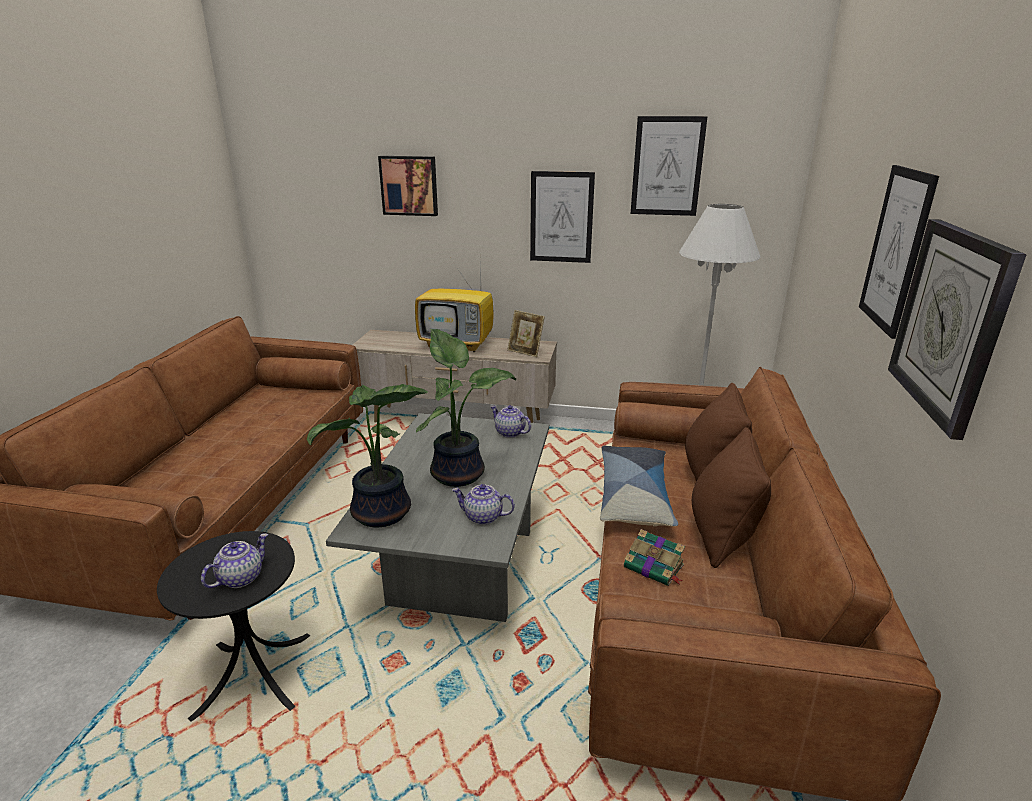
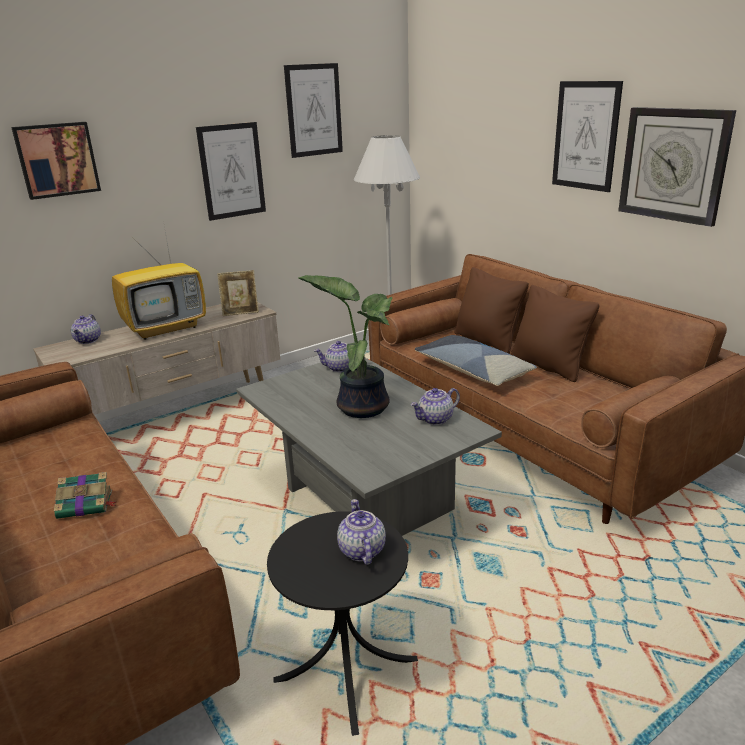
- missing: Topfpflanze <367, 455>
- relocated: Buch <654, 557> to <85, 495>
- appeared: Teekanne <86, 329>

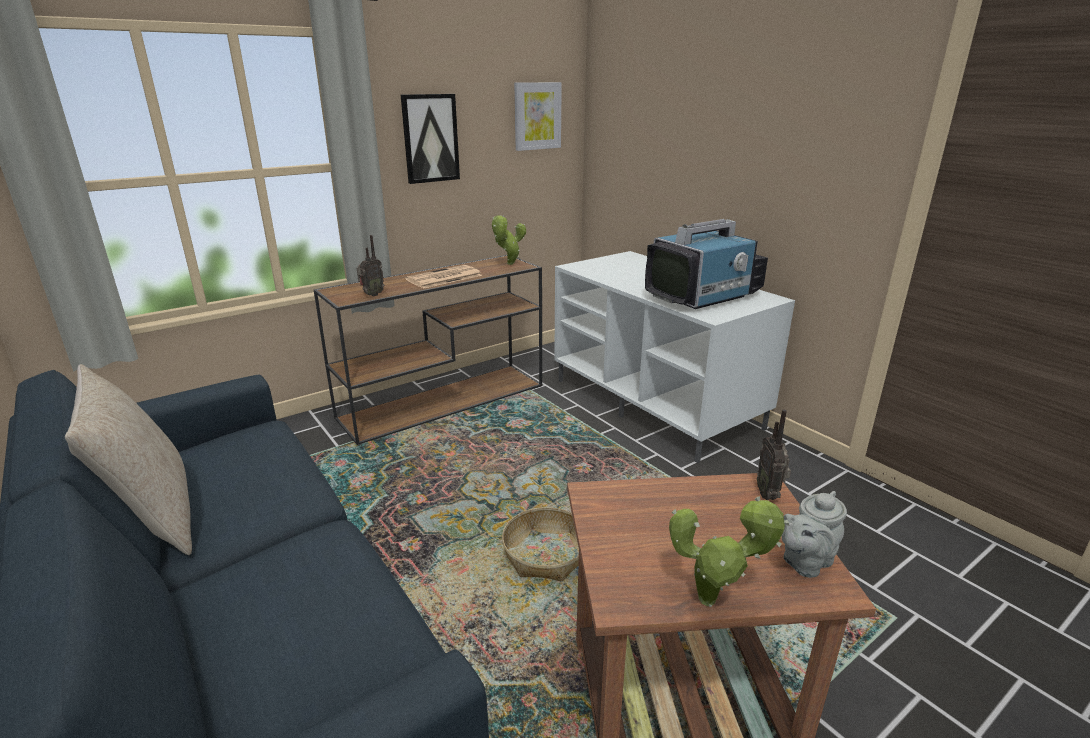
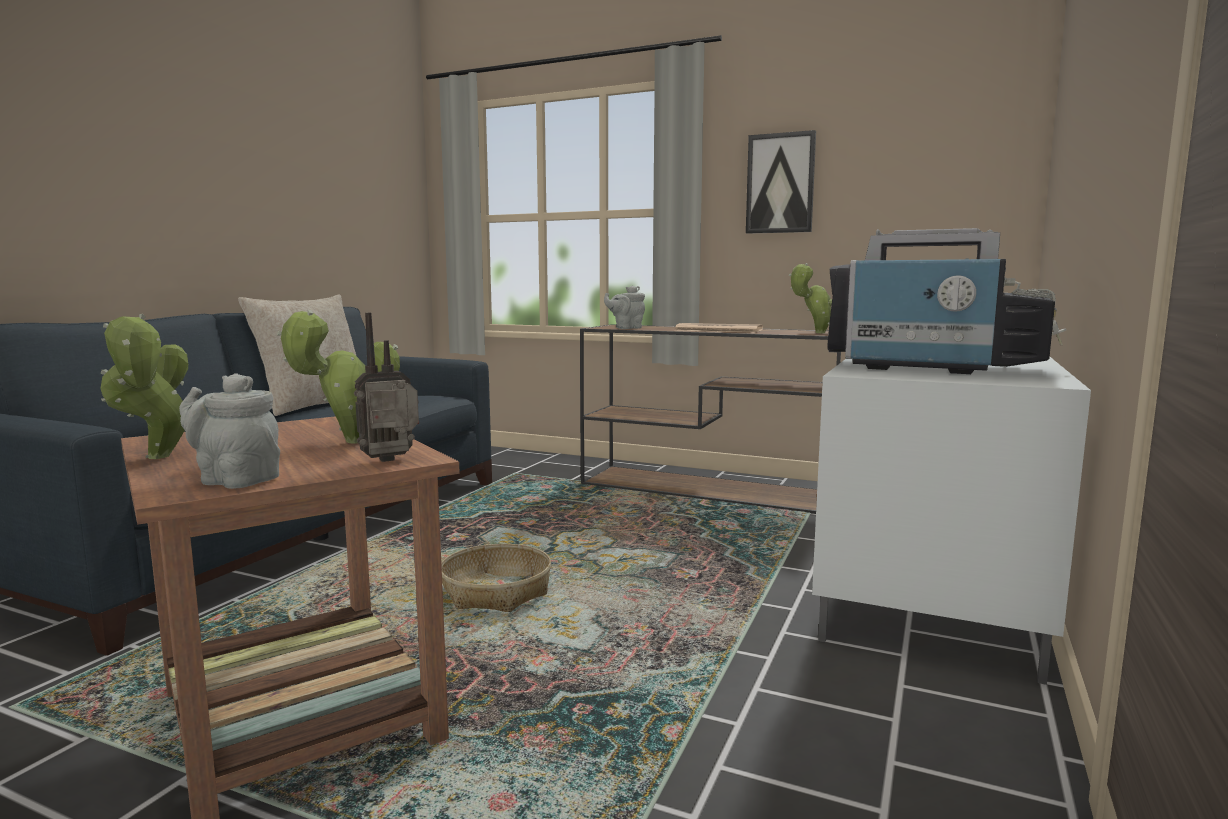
- exchanged: Radio <370, 265> to Teekanne [grau] <624, 307>
- missing: Bild <538, 116>
- appeared: Topfpflanze <338, 377>

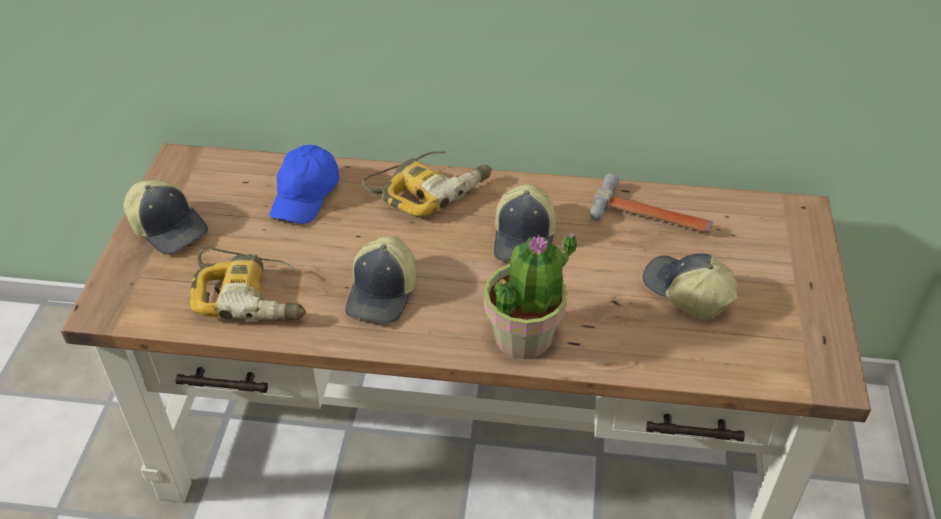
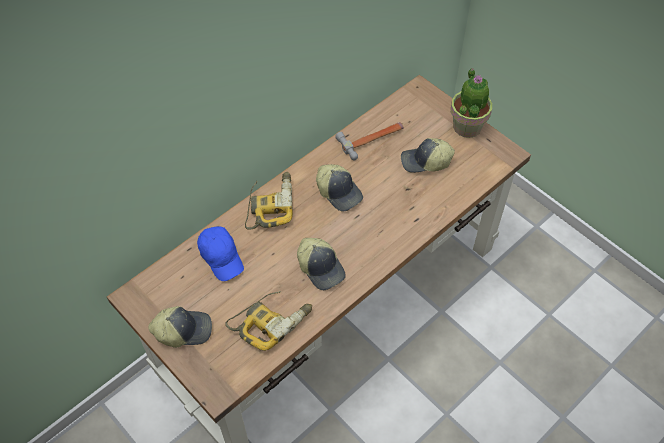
- relocated: Topfpflanze <530, 296> to <471, 103>

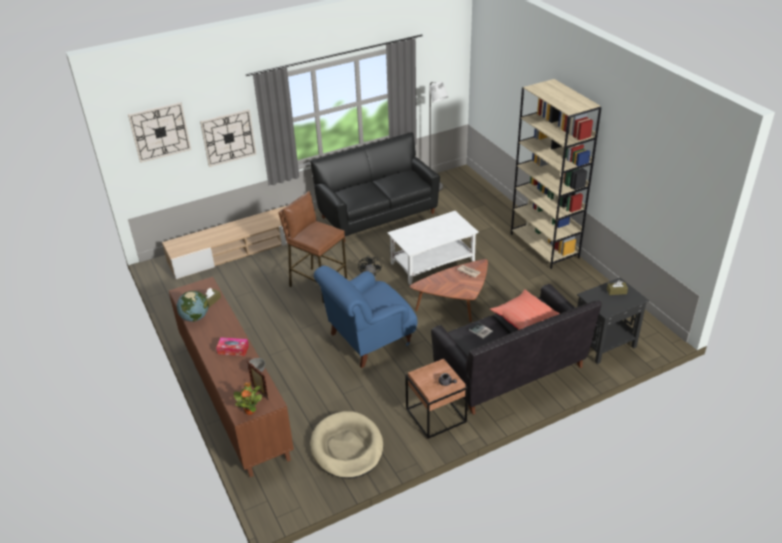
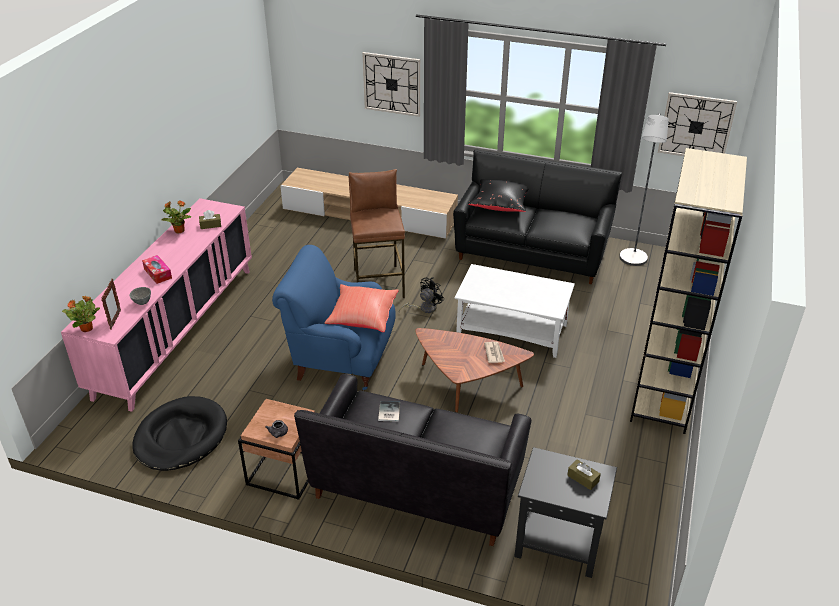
- relocated: Wanduhr <159, 132> to <697, 124>
- colour: Schrank [braun] <231, 377> to Schrank [rosa] <156, 305>
- exchanged: Globus <192, 306> to Topfpflanze <176, 216>
- colour: Hundebett [beige] <346, 445> to Hundebett [schwarz] <179, 433>
- relocated: Kissen [rot] <525, 309> to <362, 308>
- appeared: Kissen [schwarz] <498, 195>

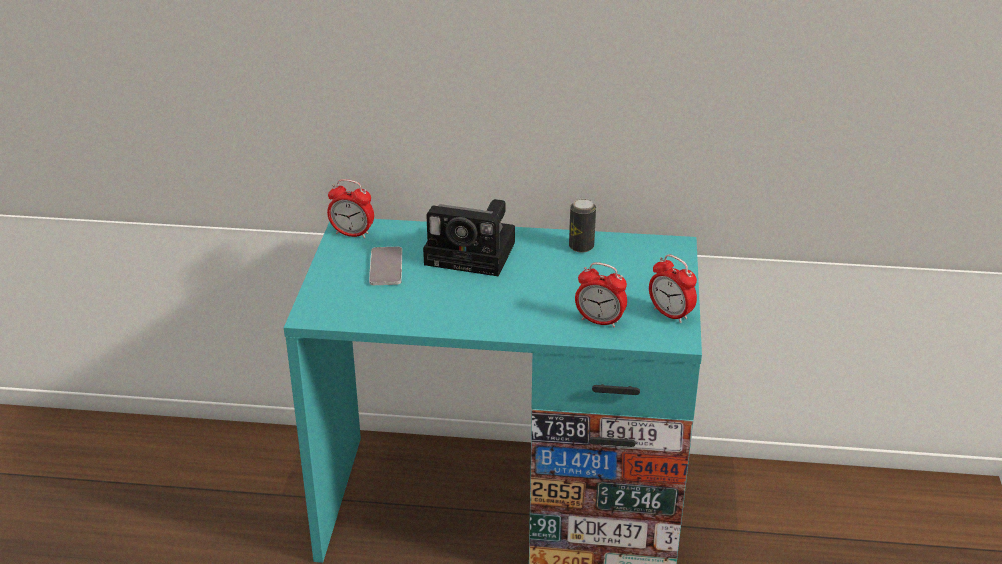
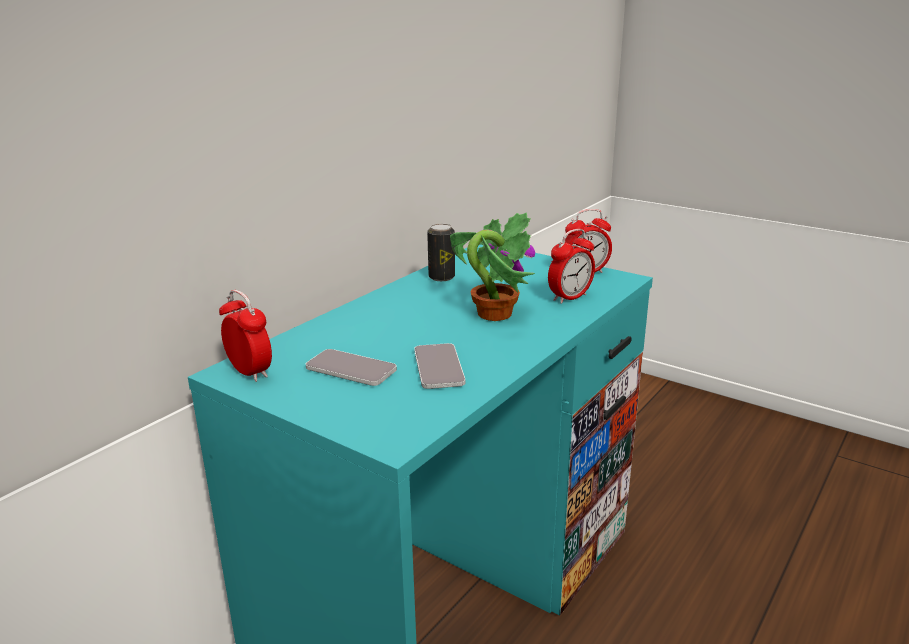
- spun: Wecker <350, 208> = <245, 336> 90 degrees counterclockwise
- missing: Kamera <469, 238>
- appeared: Handy <439, 366>
- appeared: Topfpflanze <492, 266>

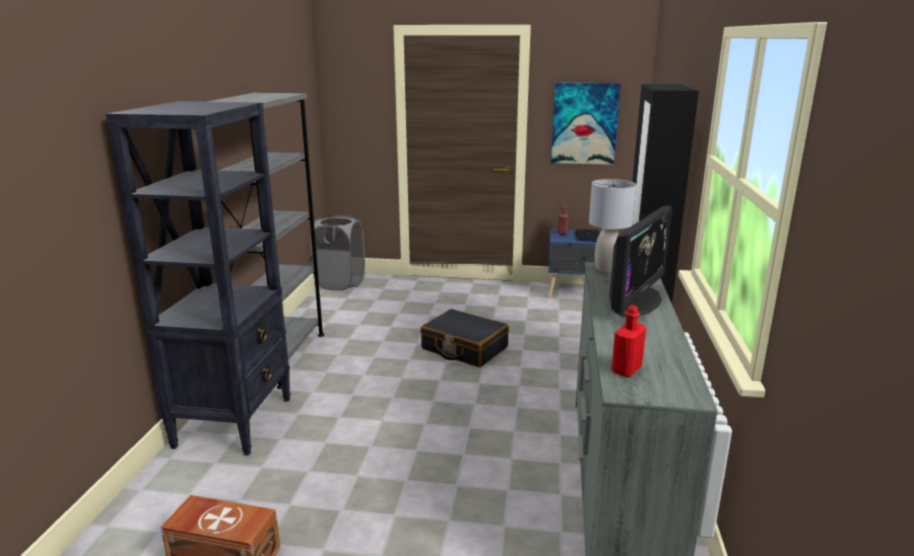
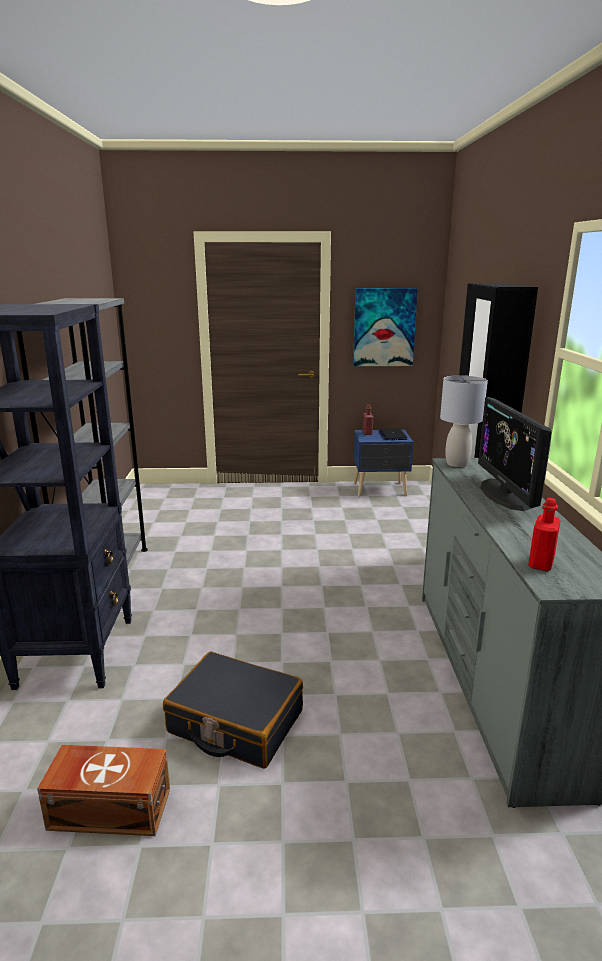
- missing: Wäschekorb [grau] <337, 252>
- relocated: Koffer [schwarz] <464, 338> to <233, 710>
- spun: Monitor <641, 261> = <515, 454> 150 degrees clockwise

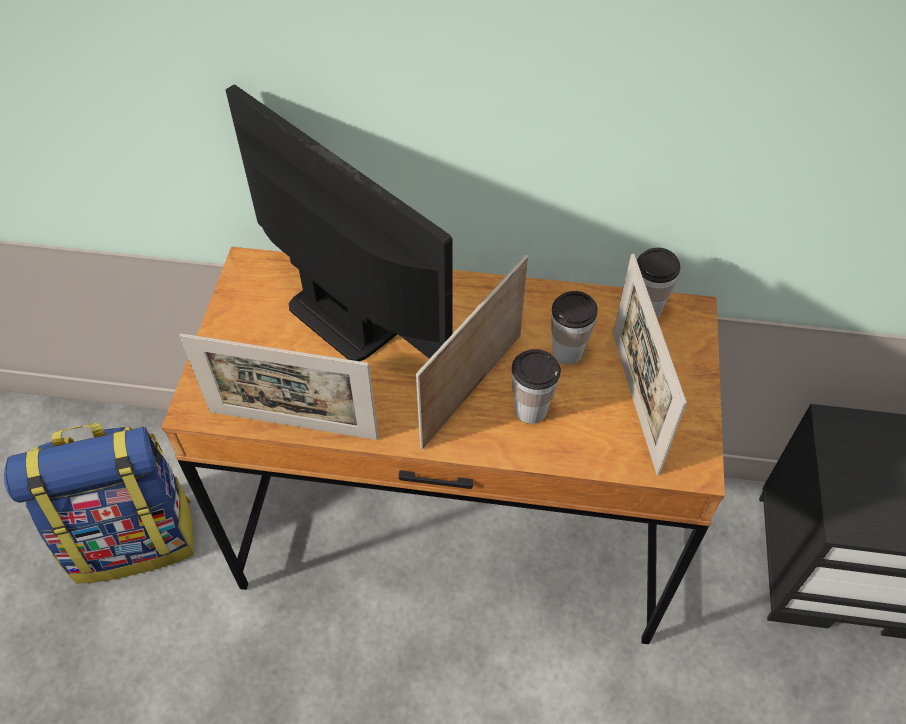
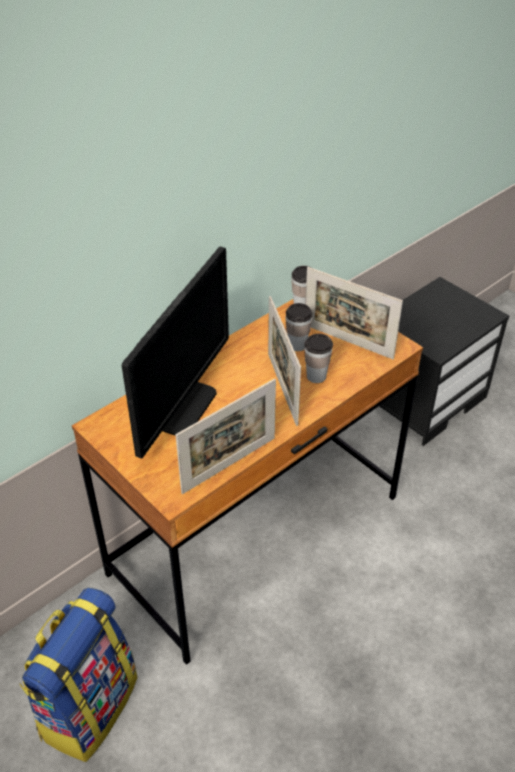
- spun: Monitor <339, 223> = <175, 353> 120 degrees clockwise

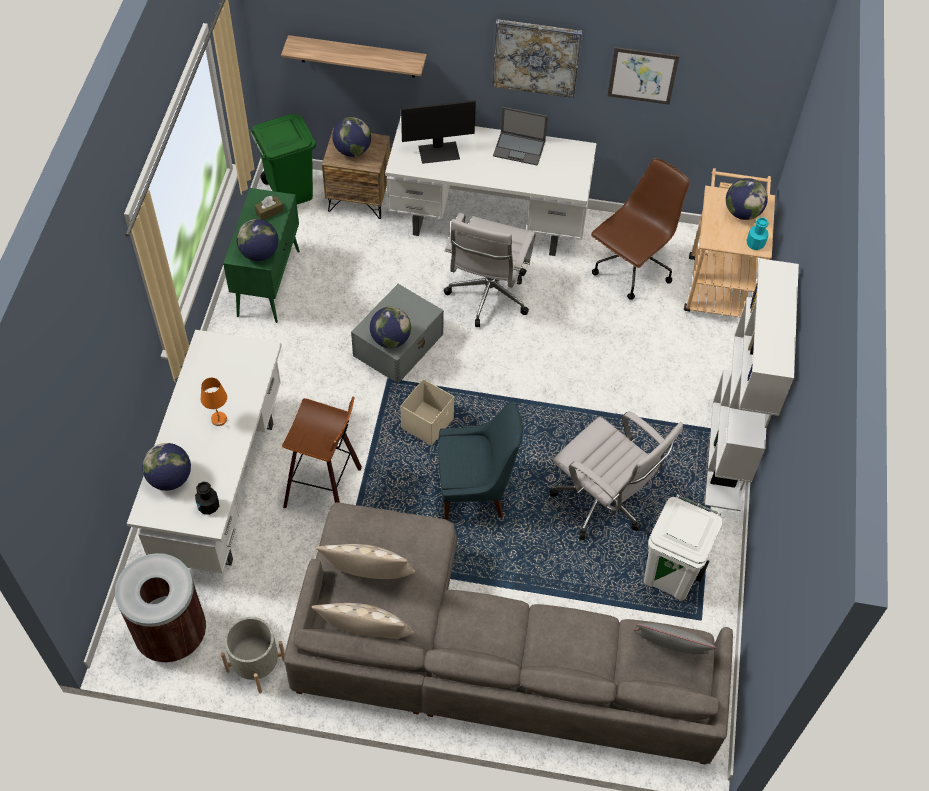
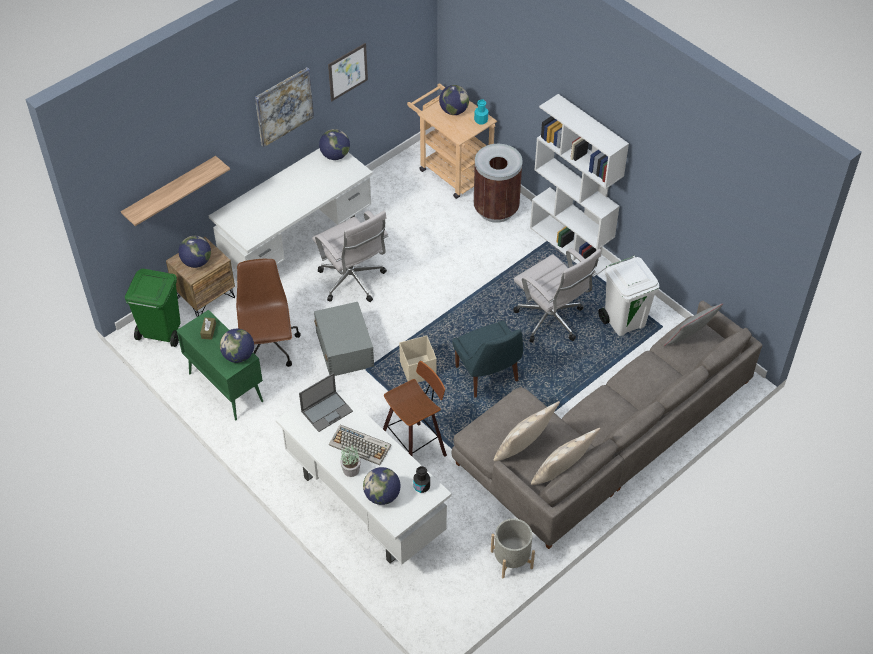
- relocated: Mülleimer [braun] <160, 608> to <498, 183>
- exchanged: Tischlampe [orange] <214, 402> to Tastatur <360, 444>
- relocated: Globus <390, 327> to <334, 144>
- missing: Monitor <438, 132>
- spun: Stuhl [blau] <480, 461> = <487, 359> 120 degrees clockwise
- relocated: Laptop <520, 136> to <326, 402>
- spun: Bürostuhl [weiß] <616, 475> = <557, 295> 60 degrees clockwise
- relocated: Bürostuhl [braun] <640, 229> to <268, 313>
- appeared: Topfpflanze <350, 461>

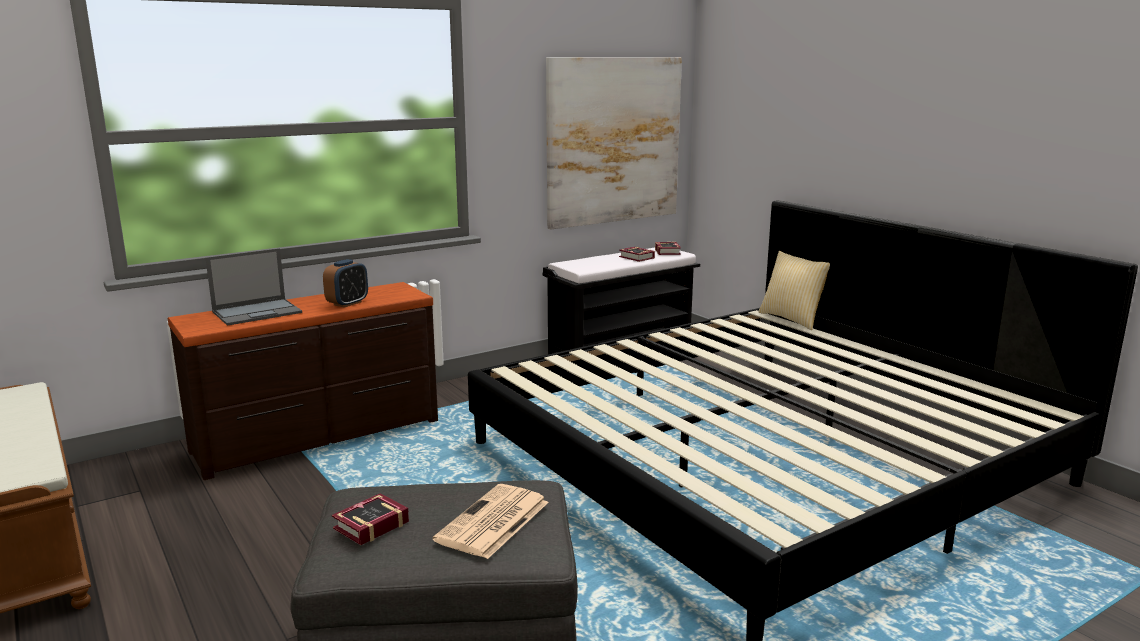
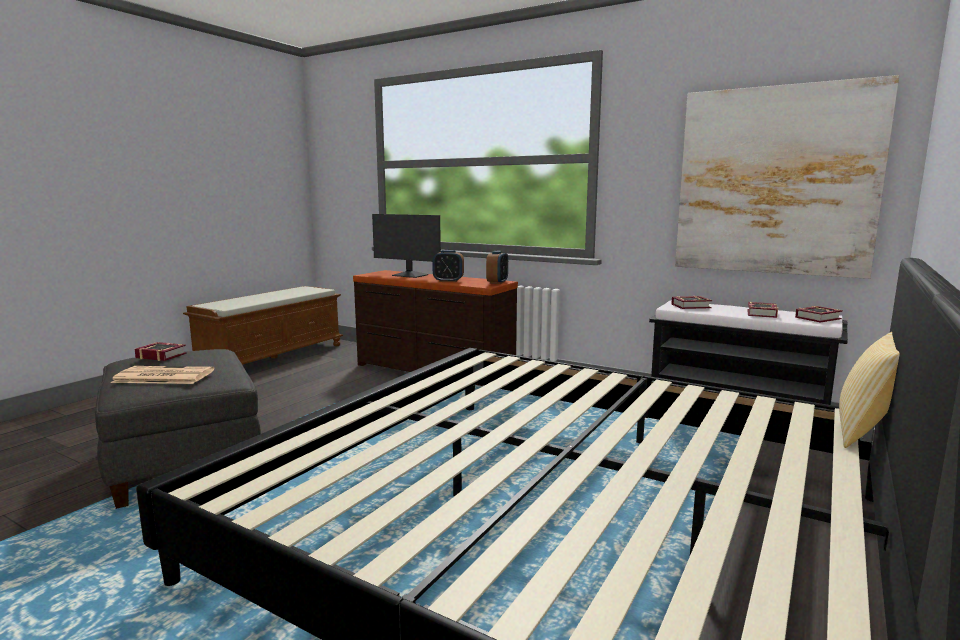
- exchanged: Laptop <253, 287> to Monitor <406, 246>
- appeared: Wecker <497, 267>
- appeared: Buch <691, 302>

